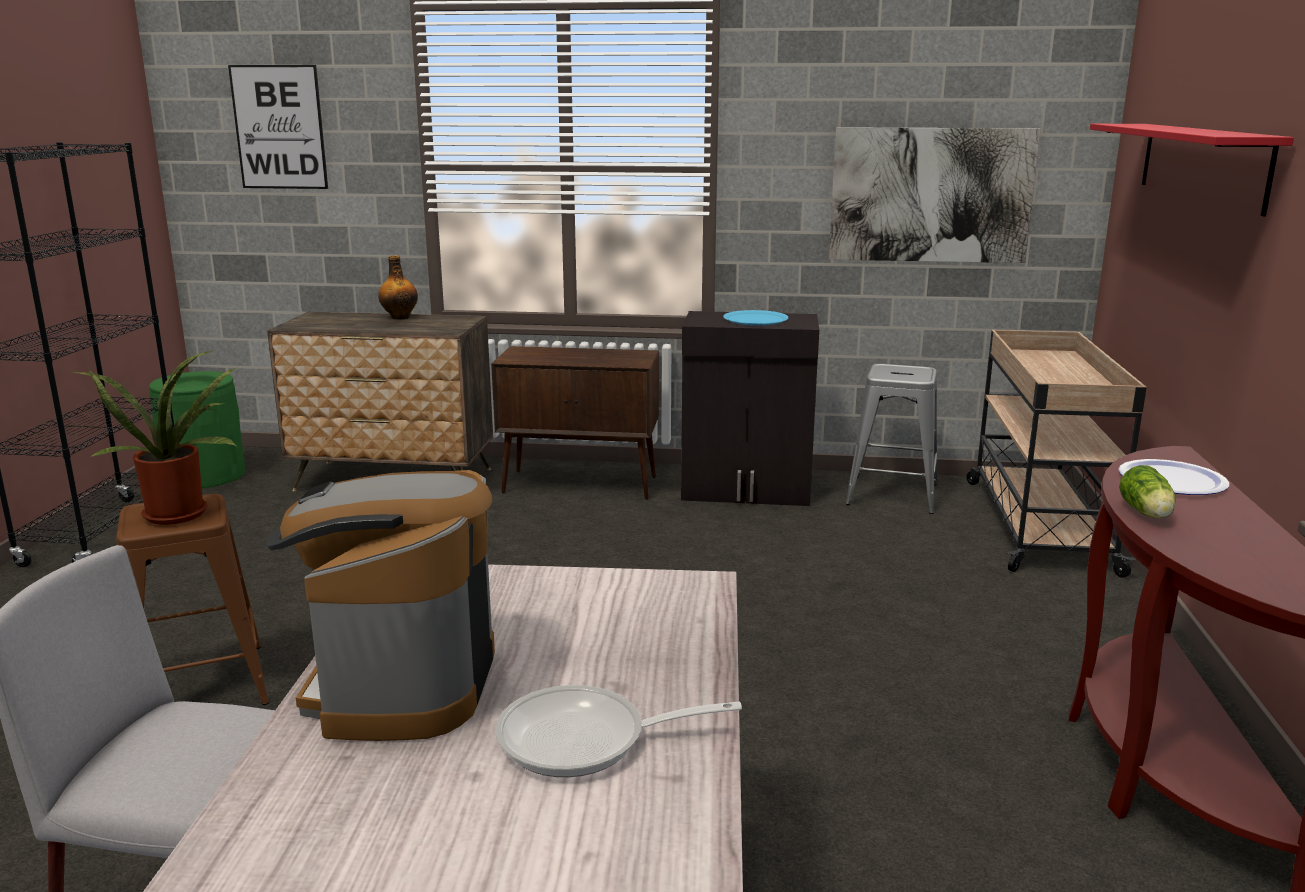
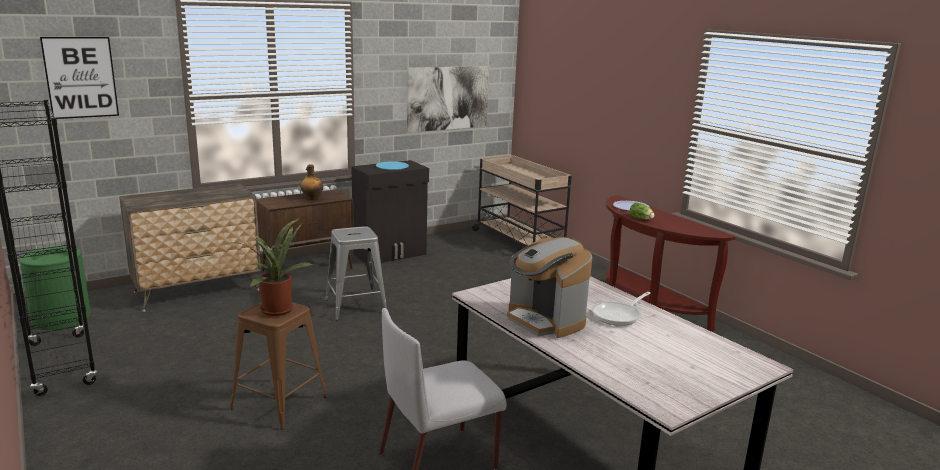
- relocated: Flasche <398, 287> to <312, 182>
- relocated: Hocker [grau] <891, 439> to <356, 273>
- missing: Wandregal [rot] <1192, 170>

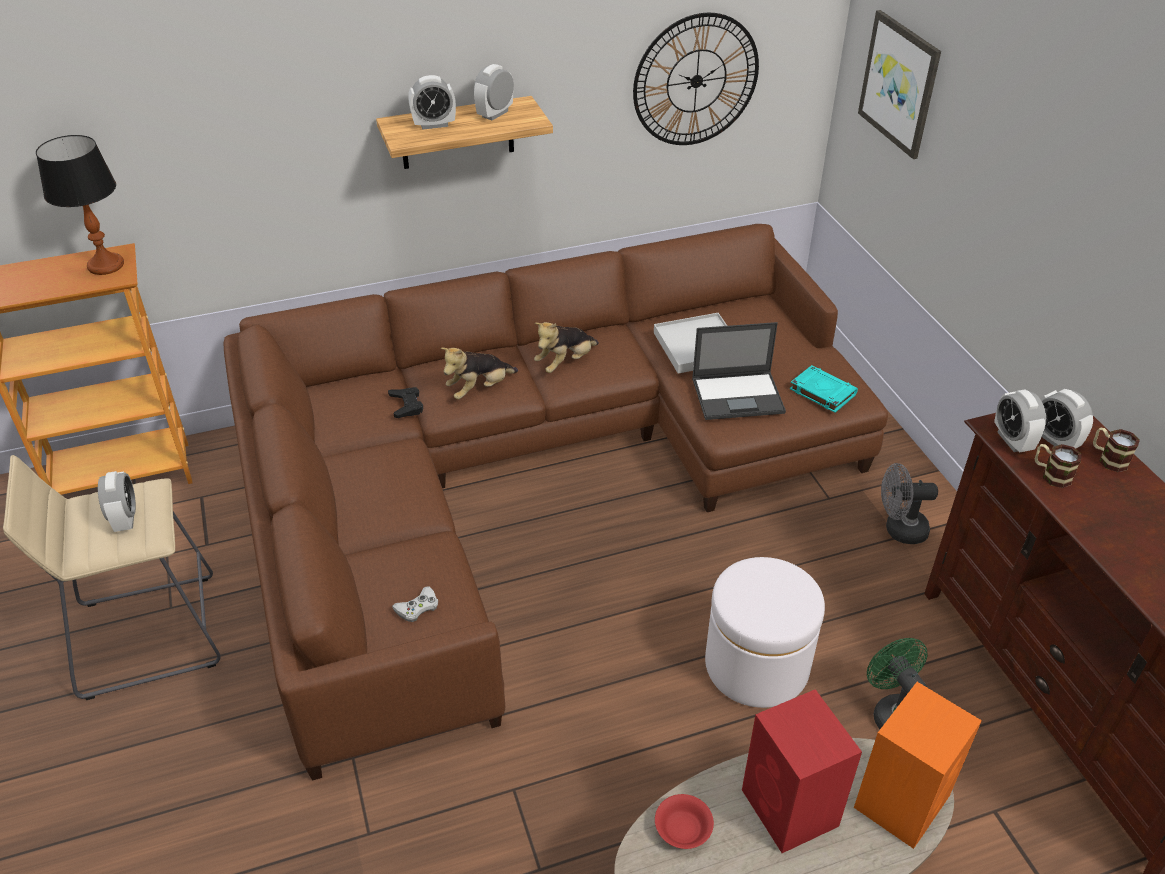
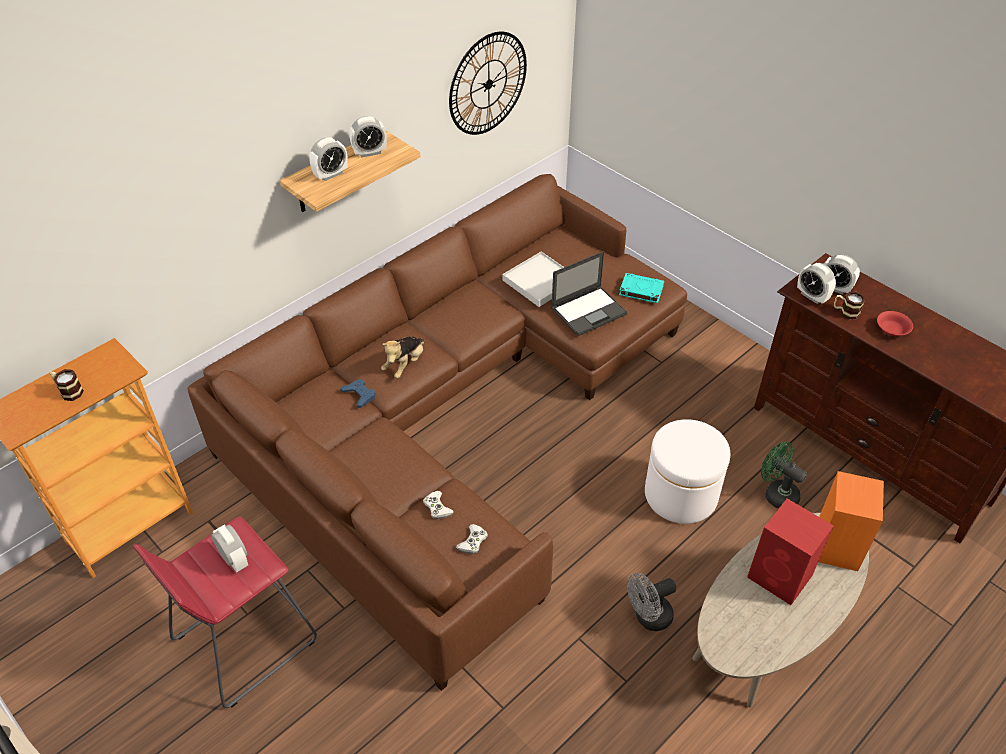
- colour: Hocker [beige] <112, 577> to Hocker [rot] <225, 612>
- missing: Tischlampe <80, 205>
- colour: Gamepad [schwarz] <405, 402> to Gamepad [blau] <357, 393>
- spun: Wecker <494, 92> = <368, 137> 120 degrees counterclockwise
- missing: Plüschtier <566, 347>
- relocated: Schüssel [rot] <684, 821> to <895, 323>
- missing: Bild <899, 84>
- relocated: Ventilator [grau] <909, 503> to <651, 602>
- relocated: Henkelbecher <1116, 450> to <67, 385>
- appeared: Gamepad [weiß] <438, 505>

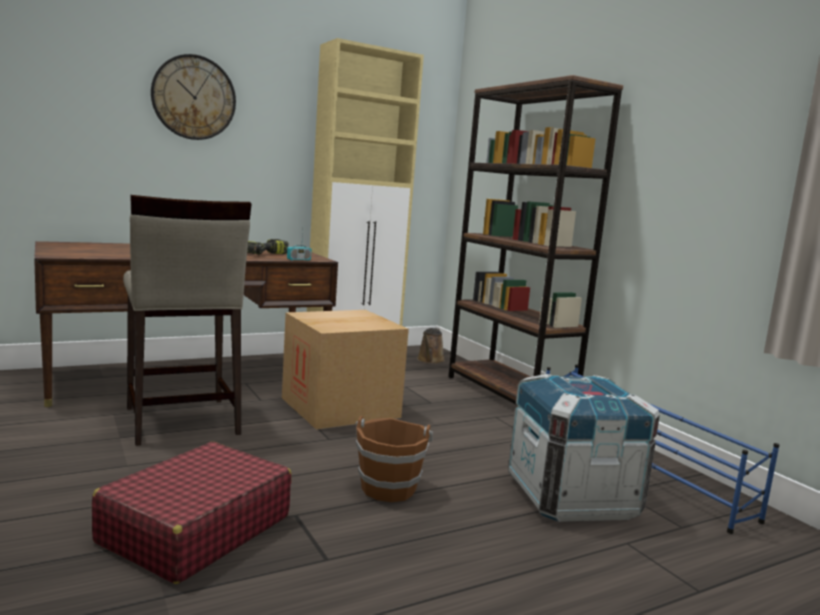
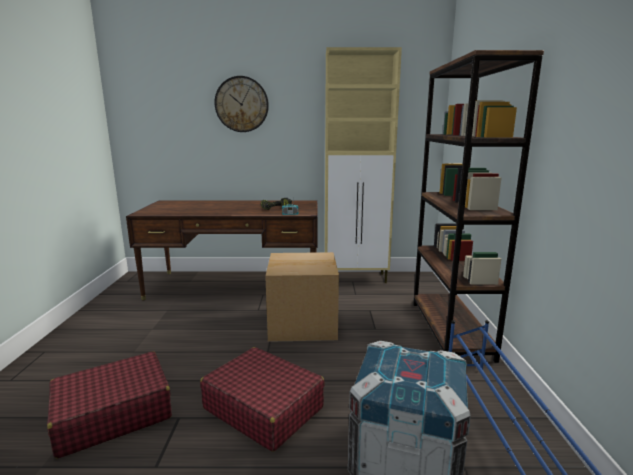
- missing: Hocker [beige] <187, 320>
- exchanged: Eimer [braun] <394, 459> to Koffer [rot] <262, 399>
- missing: Gießkanne [braun] <431, 346>

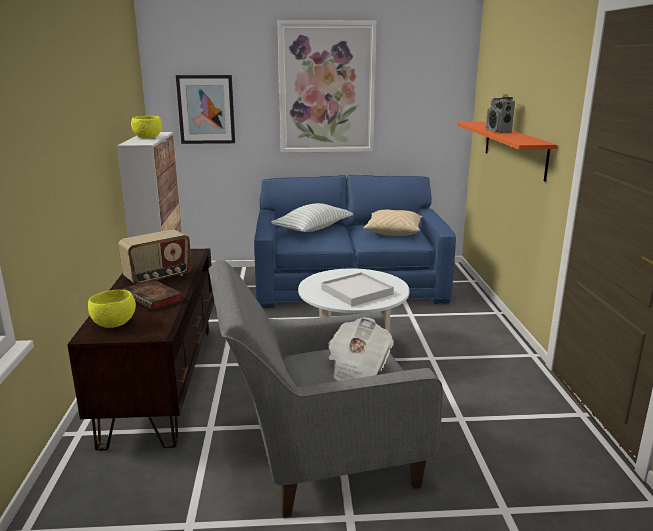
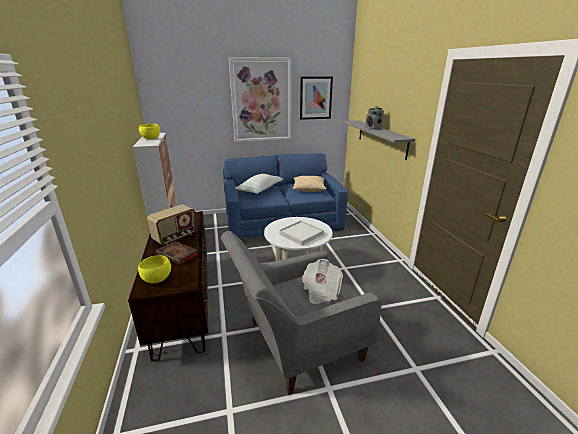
- relocated: Bild <205, 109> to <316, 98>
- colour: Wandregal [orange] <507, 152> to Wandregal [grau] <379, 140>

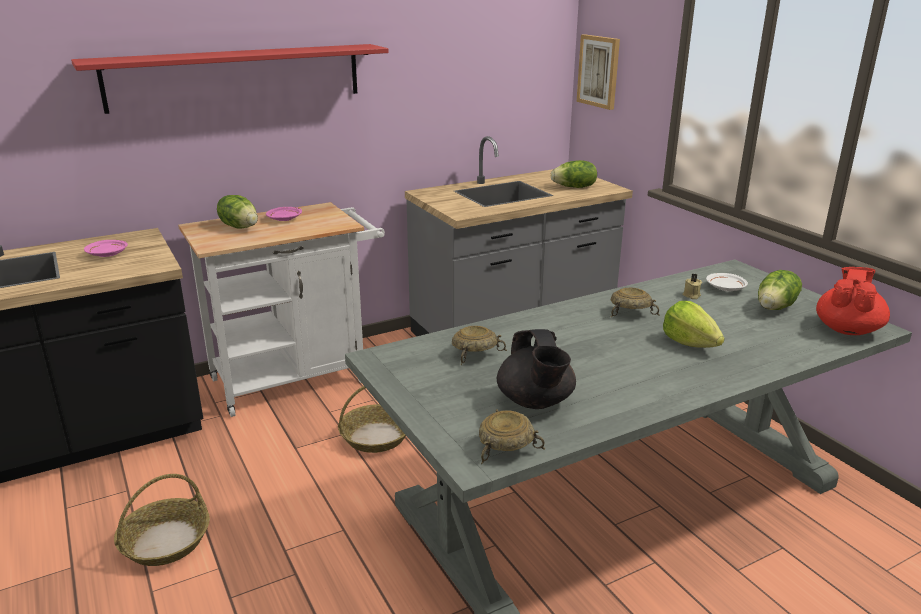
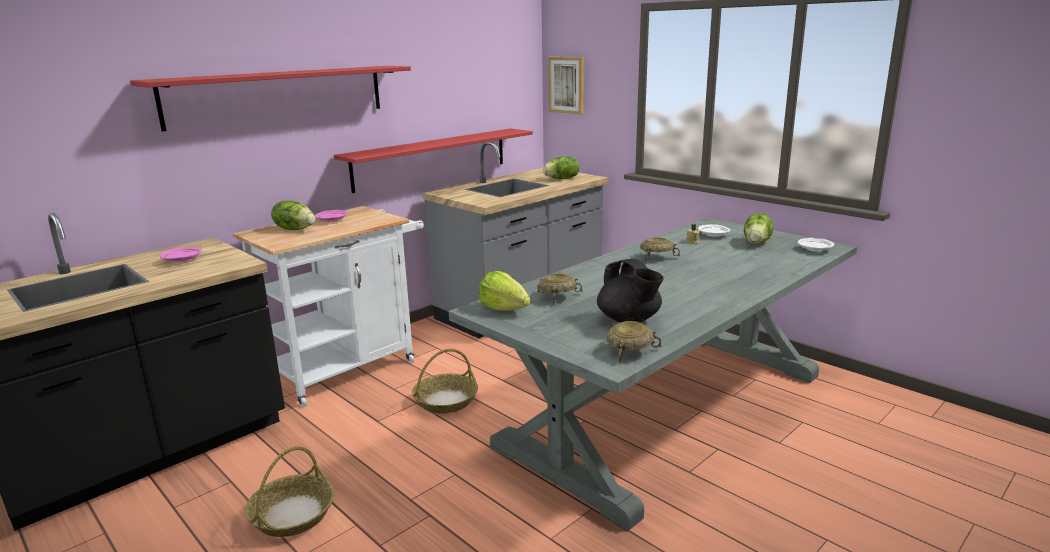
- relocated: Salatkopf <694, 324> to <504, 291>
- exchanged: Teekanne [rot] <853, 301> to Teller [weiß] <816, 244>
- appeared: Wandregal [rot] <433, 161>

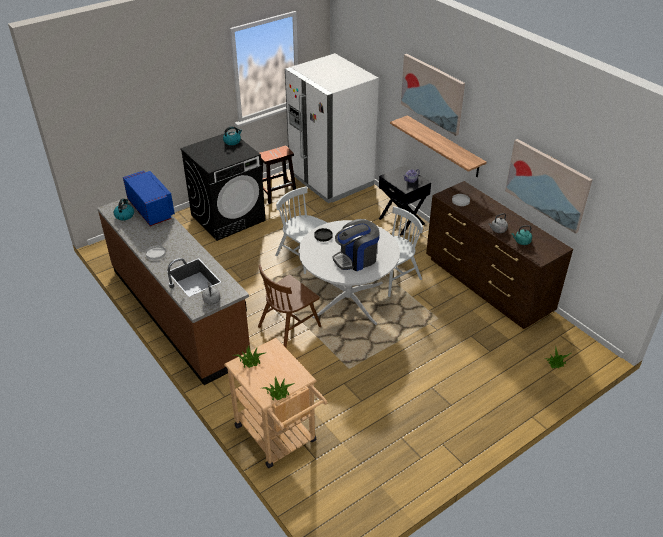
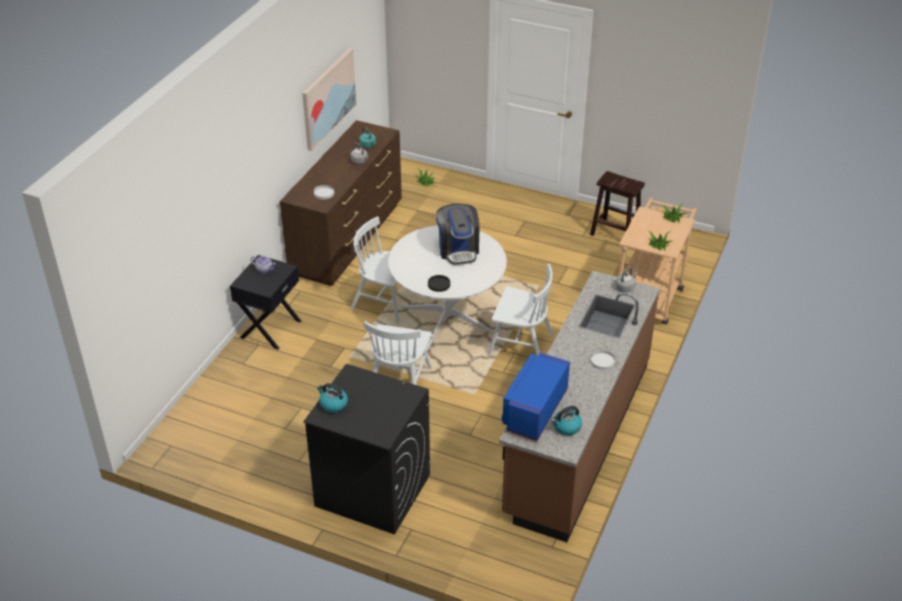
- colour: Stuhl [braun] <289, 306> to Stuhl [weiß] <521, 310>
- relocated: Hocker [braun] <278, 174> to <617, 203>
- missing: Kühlschrank [weiß] <332, 128>
- spun: Kaffeemaschine <356, 245> = <457, 234> 45 degrees clockwise
- missing: Wandregal <438, 146>
- missing: Bild <433, 95>

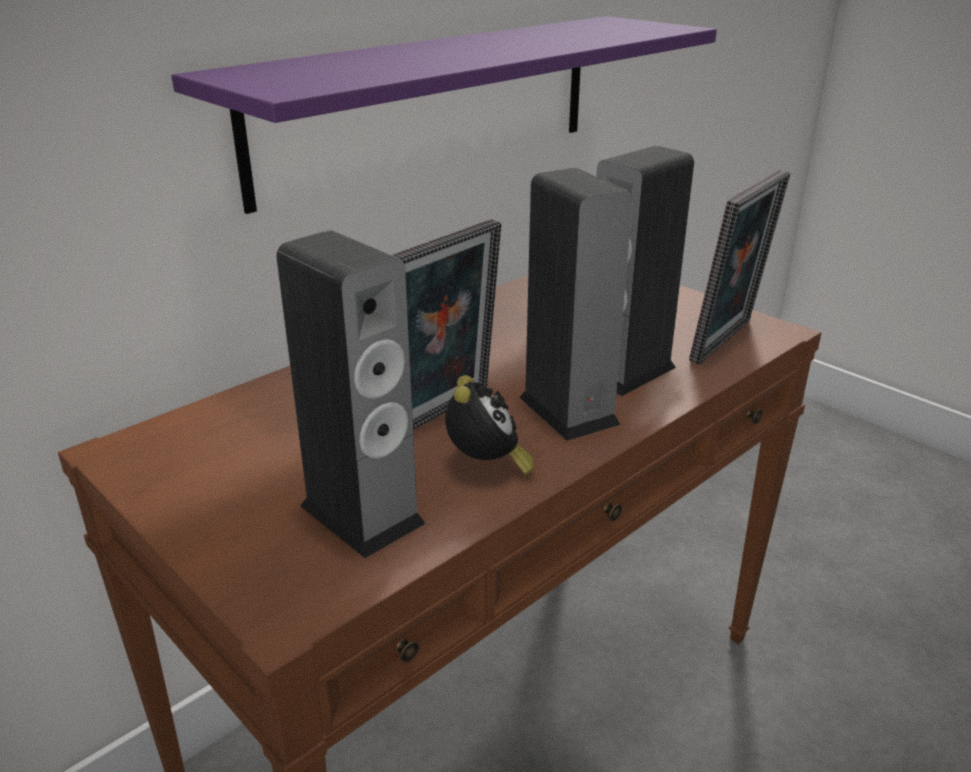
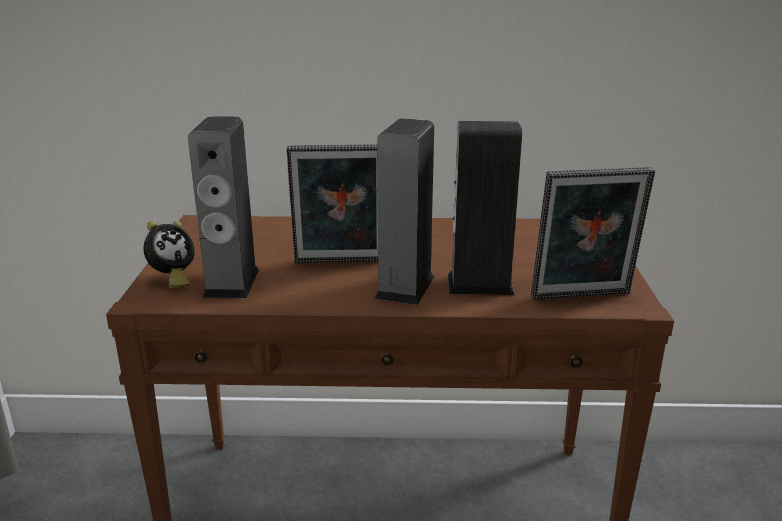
- missing: Wandregal [lila] <444, 115>
- relocated: Wecker <489, 425> to <169, 254>

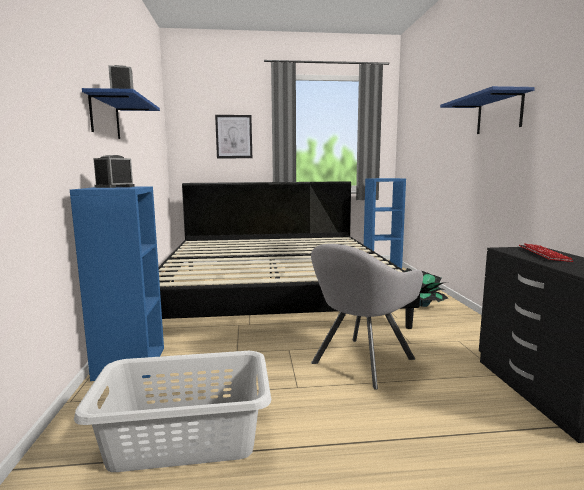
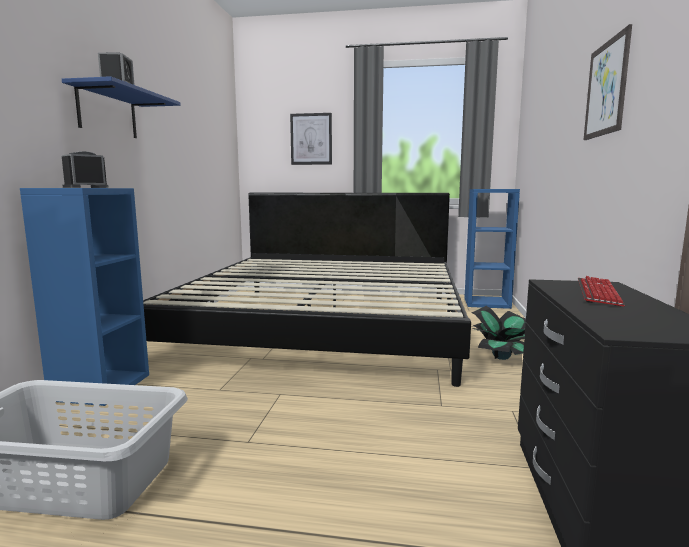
- missing: Sessel [grau] <367, 317>
- exchanged: Wandregal [blau] <487, 110> to Bild <607, 82>

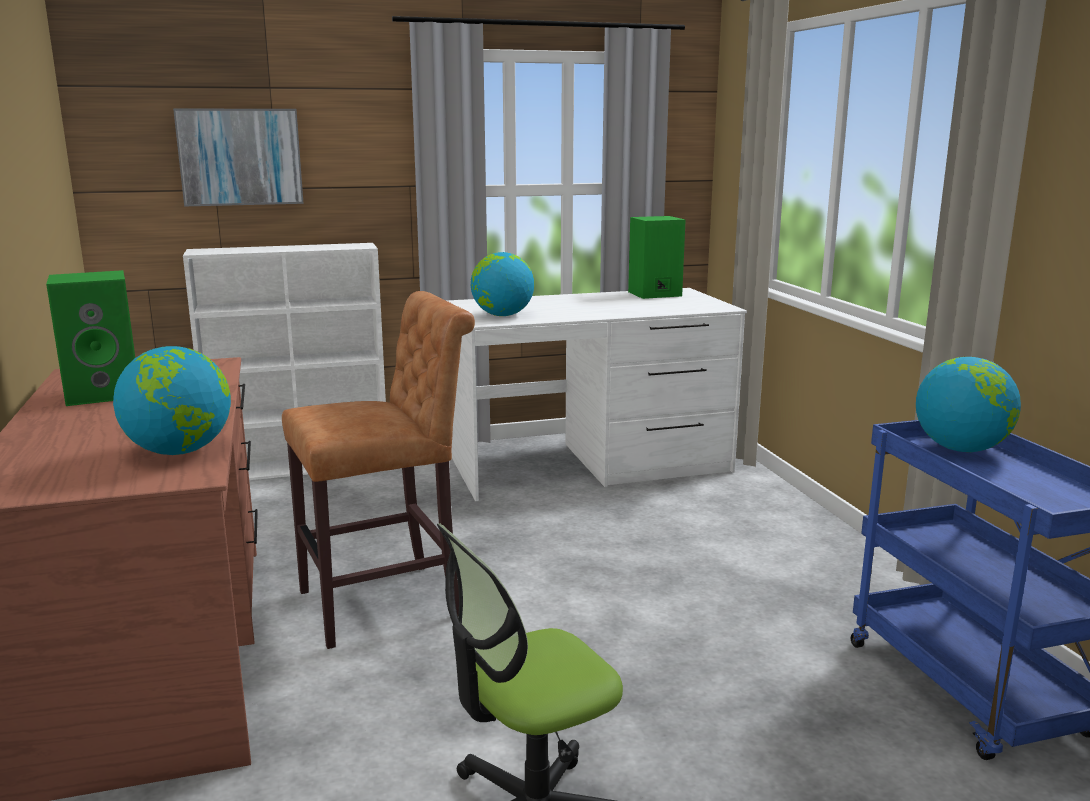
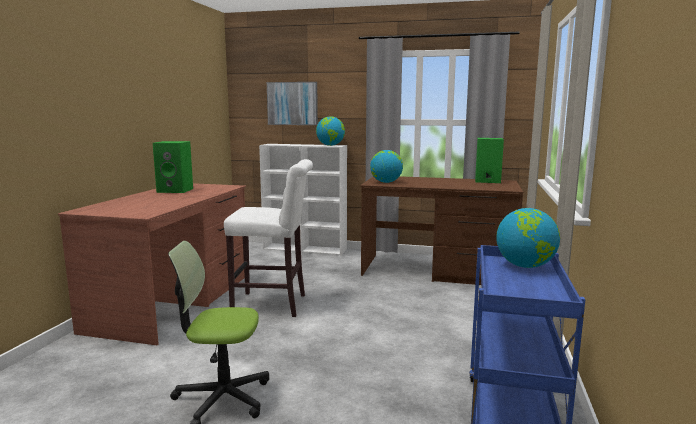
- relocated: Globus <172, 400> to <330, 131>
- colour: Hocker [braun] <378, 470> to Hocker [weiß] <268, 238>
- colour: Schreibtisch [weiß] <596, 394> to Schreibtisch [braun] <441, 230>

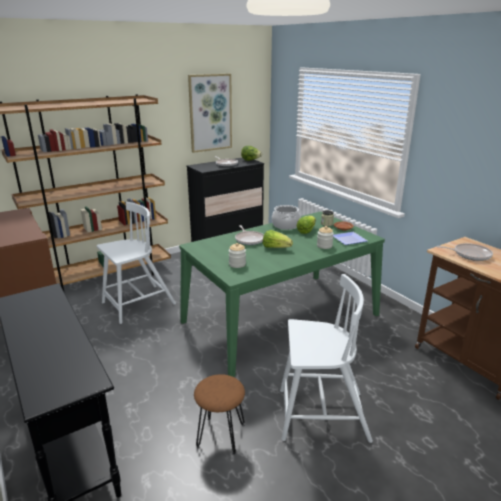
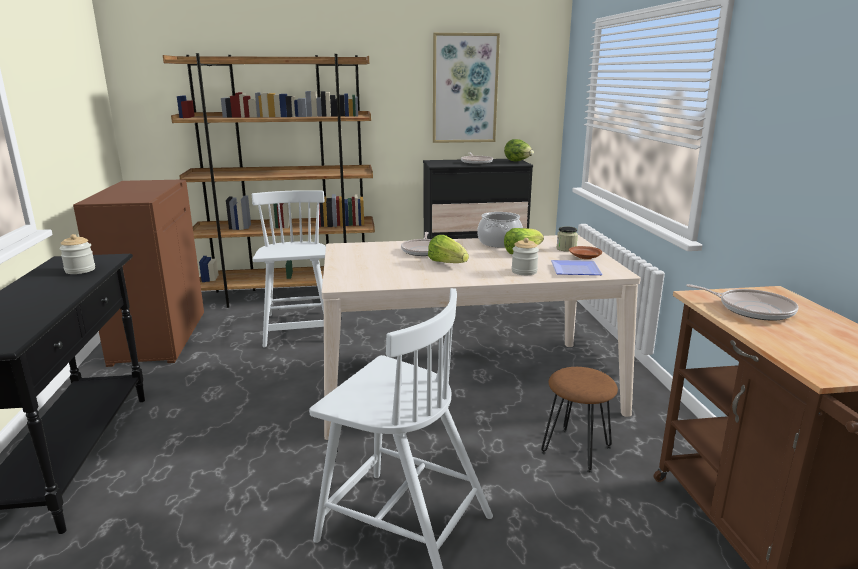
- spun: Stuhl [weiß] <136, 263> = <289, 269> 90 degrees counterclockwise
- colour: Esstisch [grün] <282, 294> to Esstisch [beige] <481, 337>
- relocated: Hocker [braun] <219, 414> to <579, 420>
- relocated: Vorratsglas <237, 255> to <77, 254>

